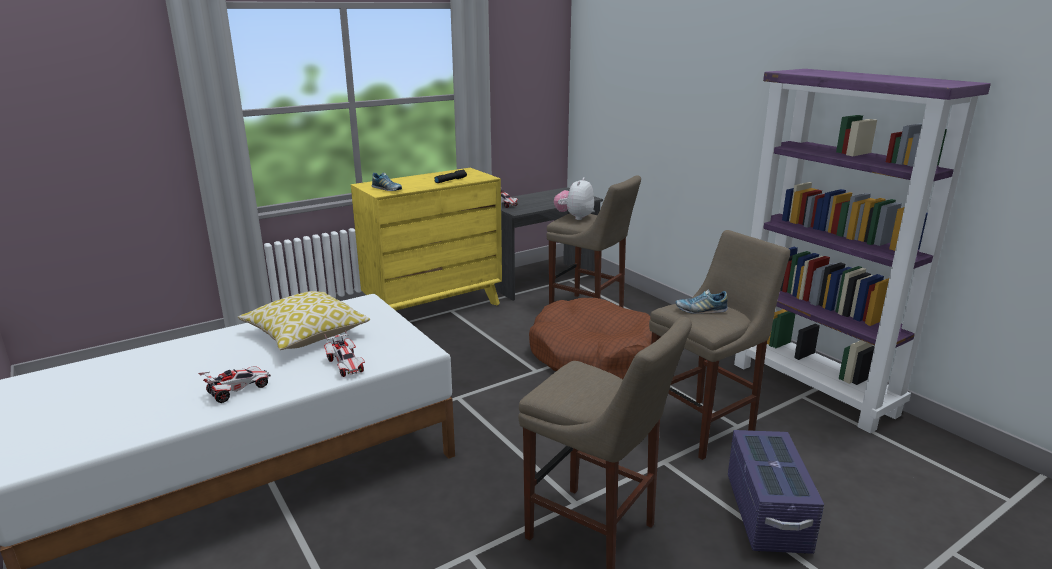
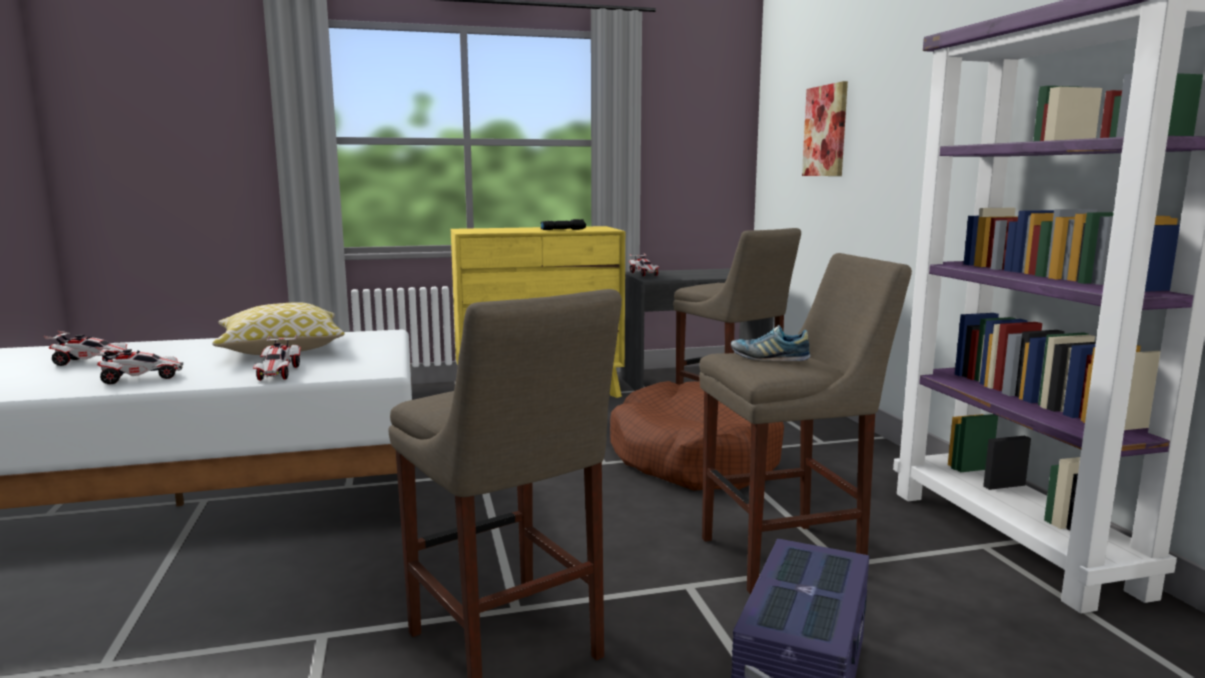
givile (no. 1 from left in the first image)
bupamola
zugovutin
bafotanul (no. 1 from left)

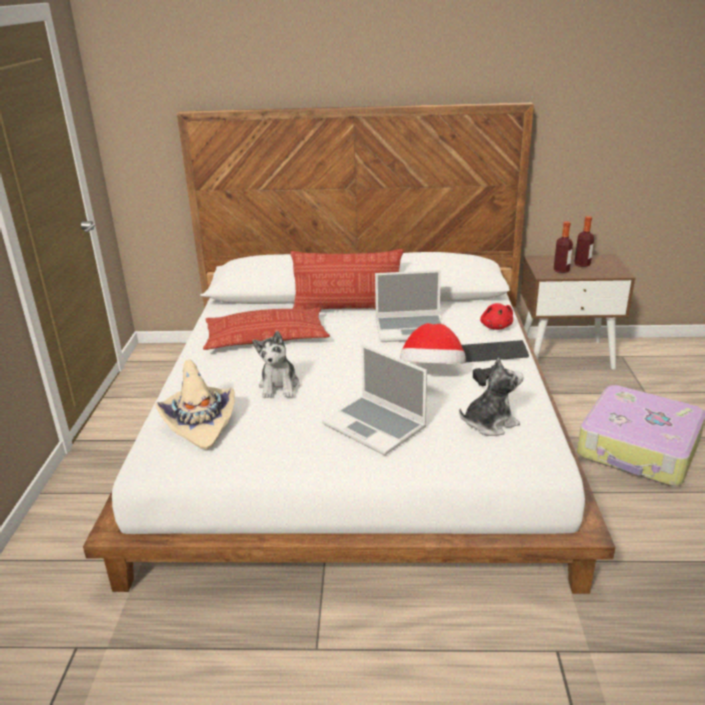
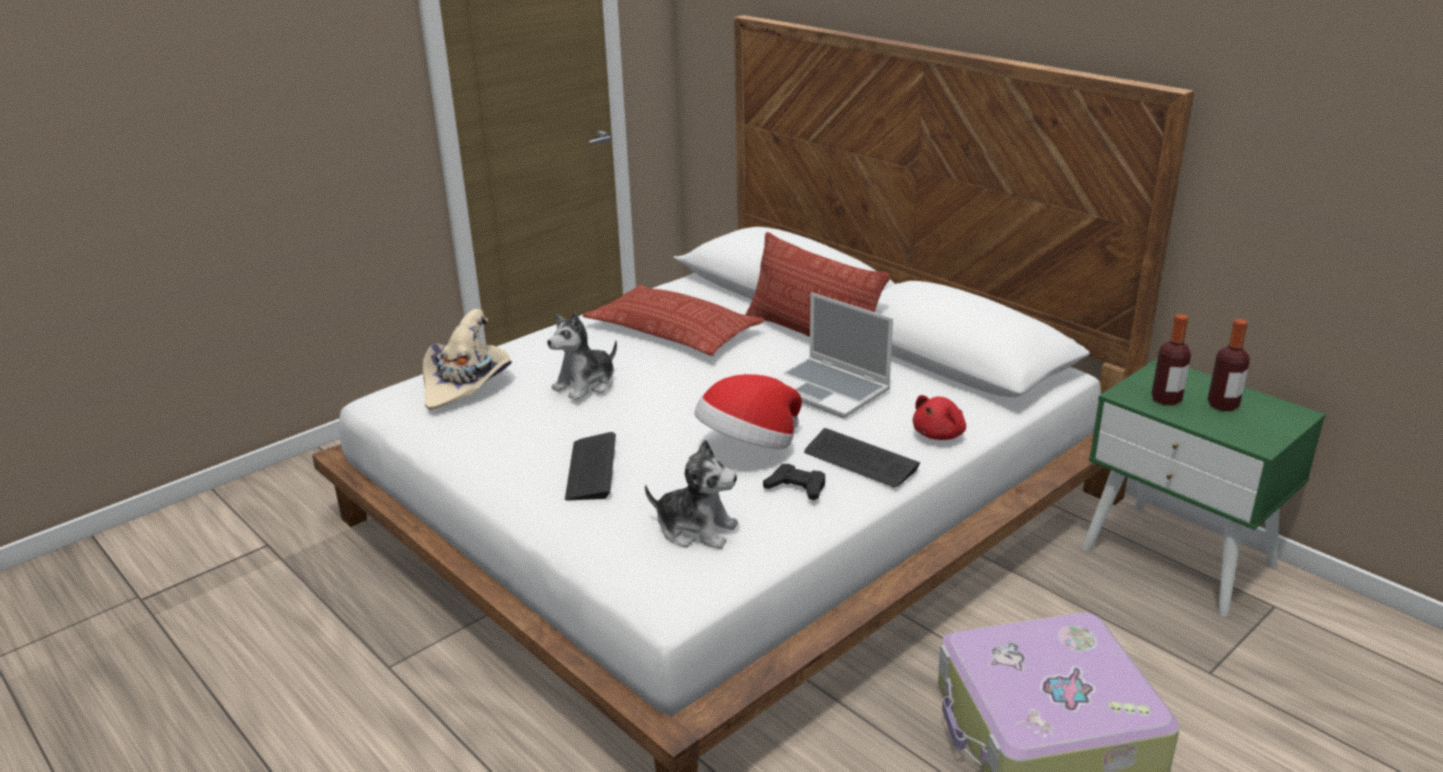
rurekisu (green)
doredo (no. 1 from left)

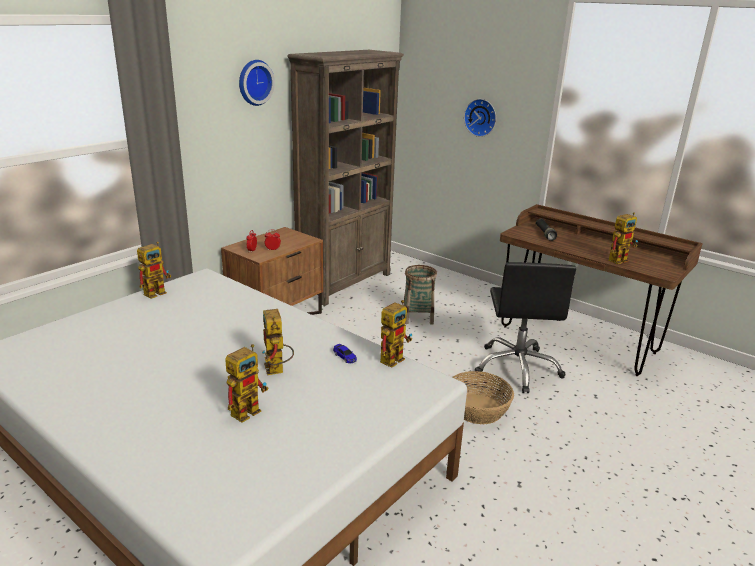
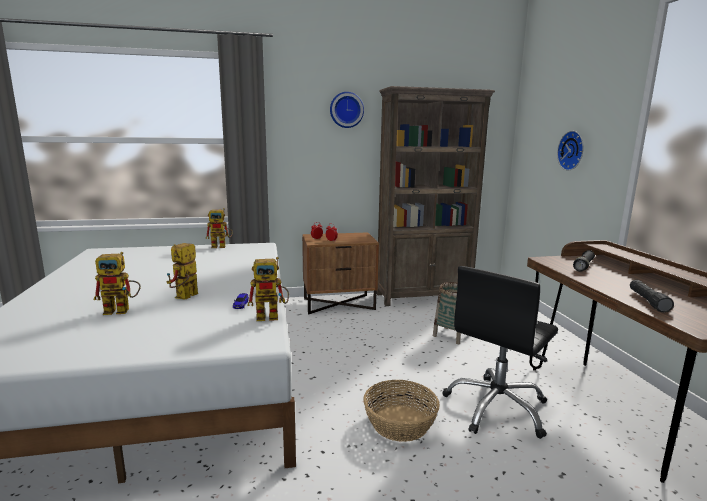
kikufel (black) (no. 2 from left)

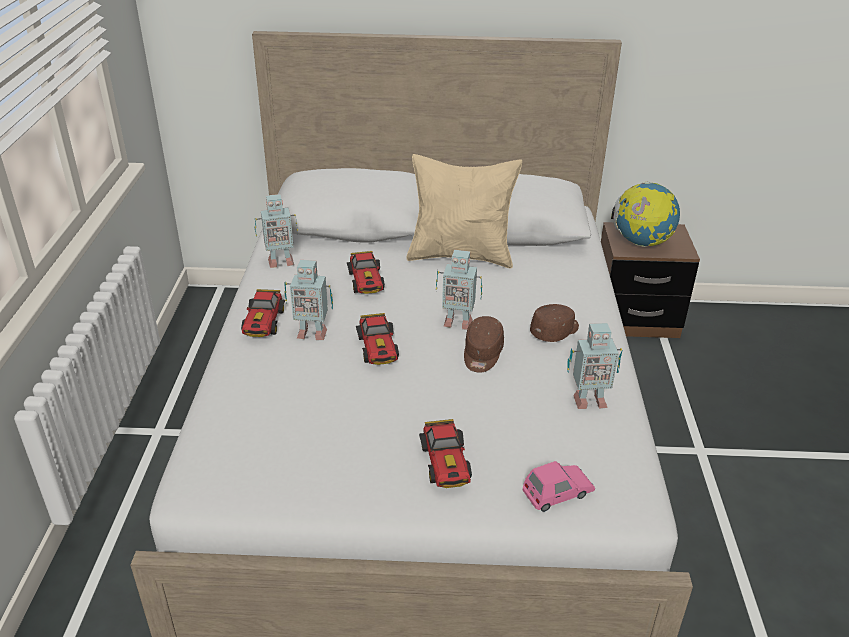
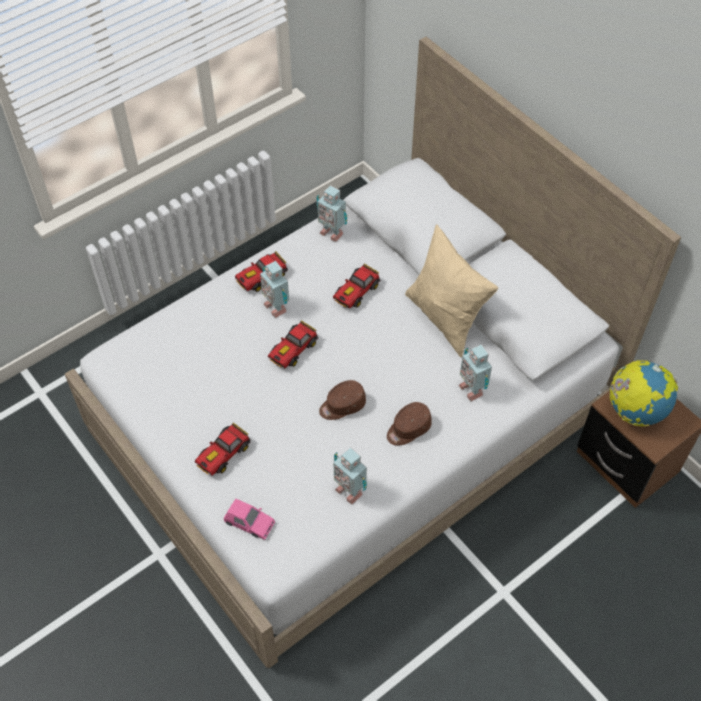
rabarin (no. 4 from left)
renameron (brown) (no. 2 from left)

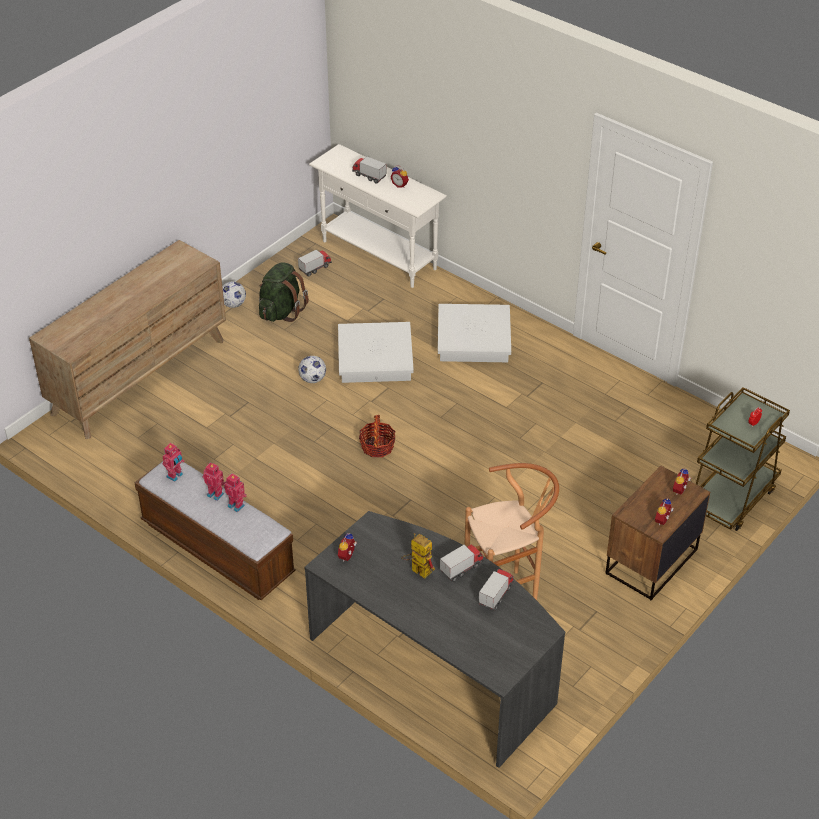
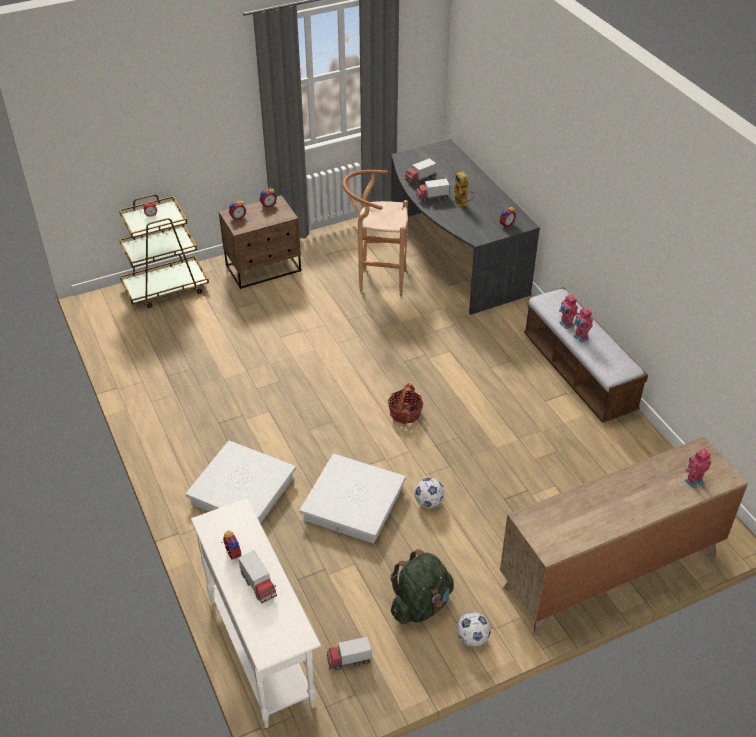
rabarin (no. 4 from left)

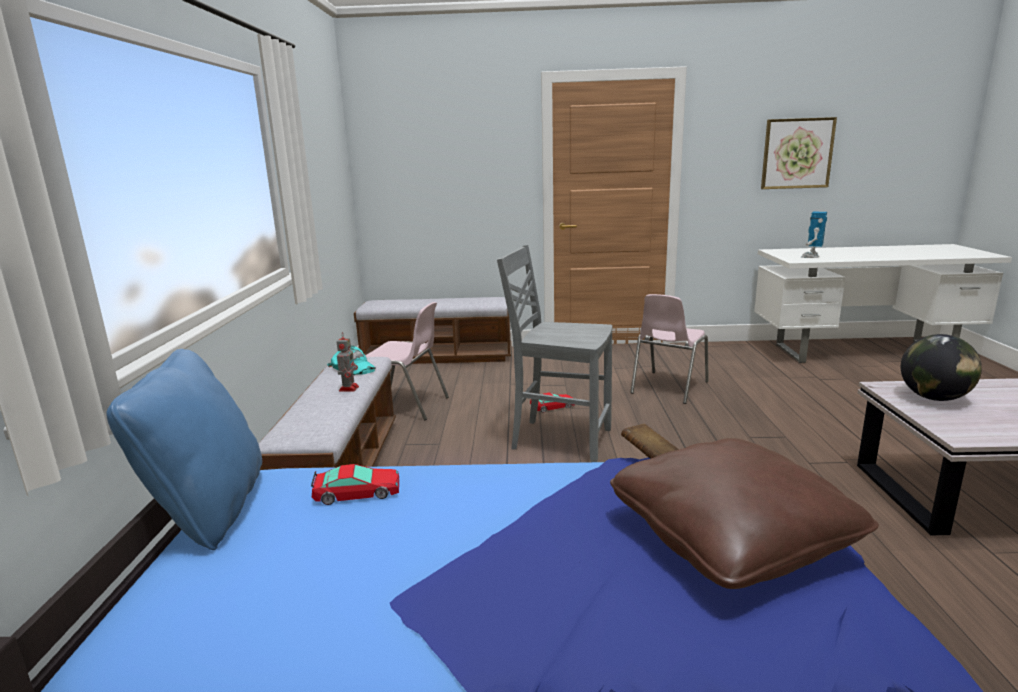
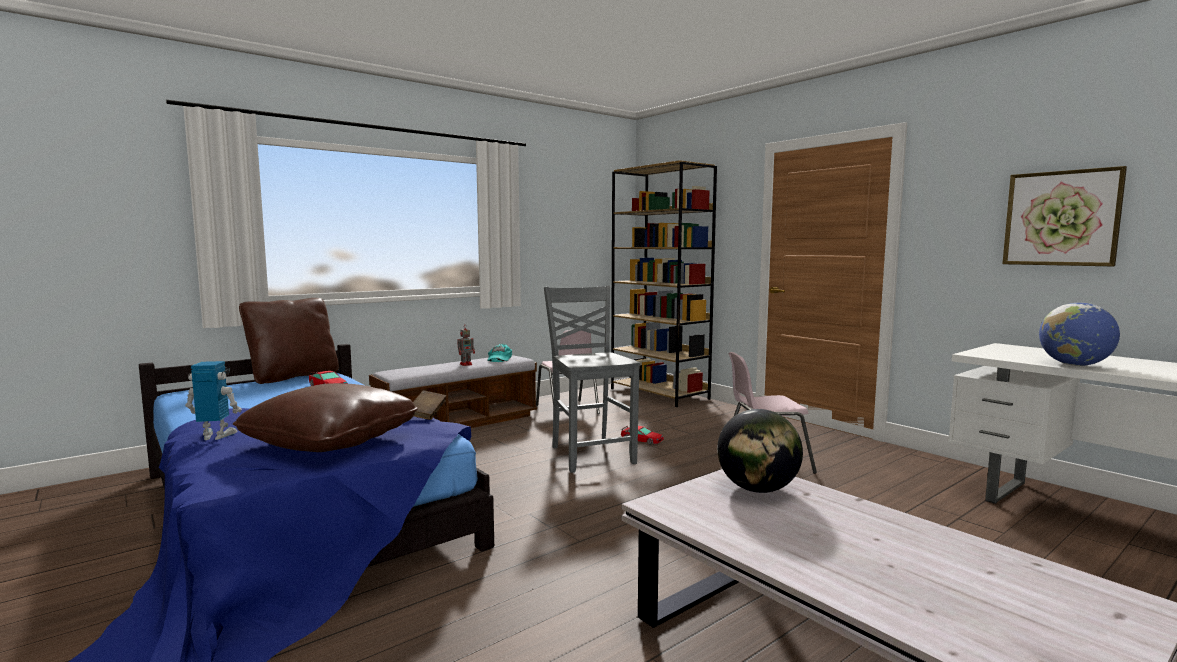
rabarin (no. 1 from left)
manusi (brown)
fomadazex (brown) (no. 1 from left)
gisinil (no. 2 from left)

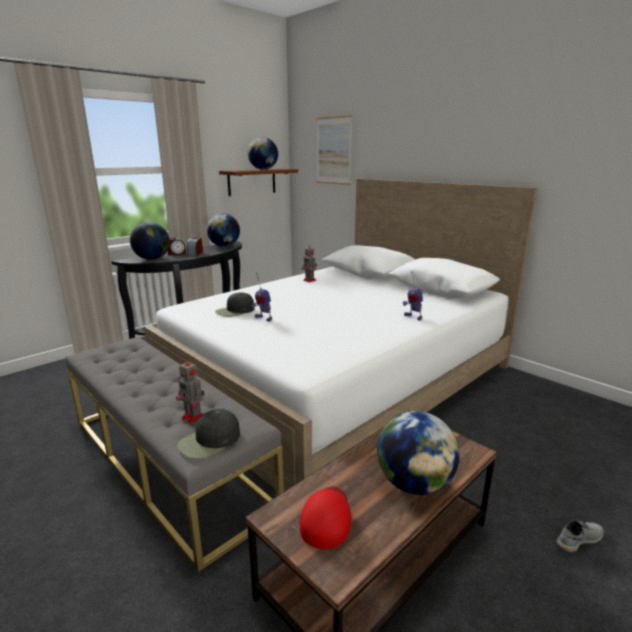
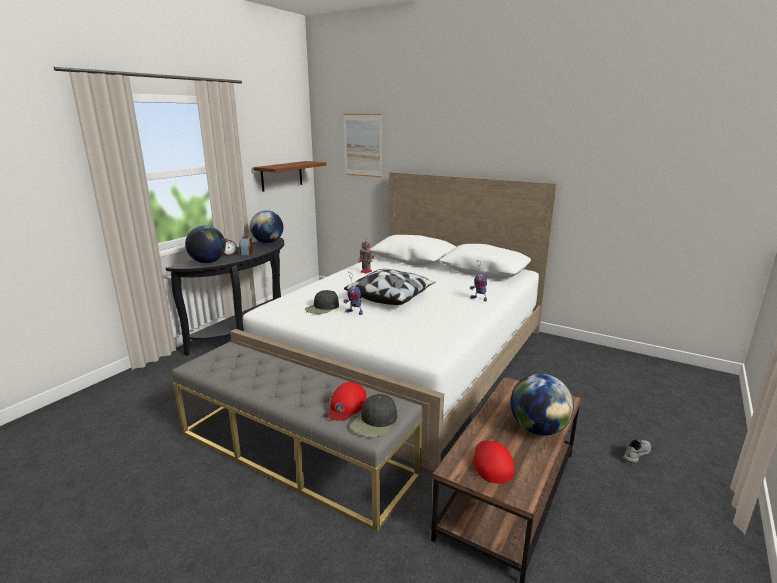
gisinil (no. 3 from left in the first image)
renameron (red) (no. 1 from left)
fomadazex

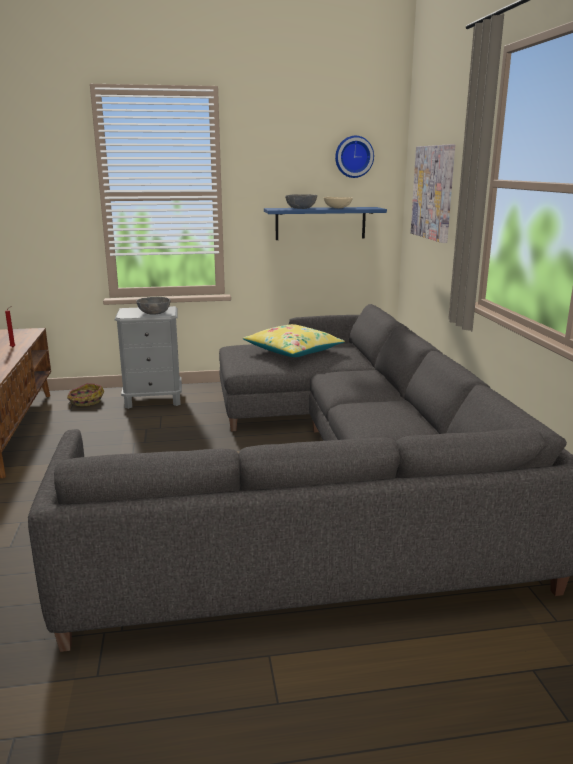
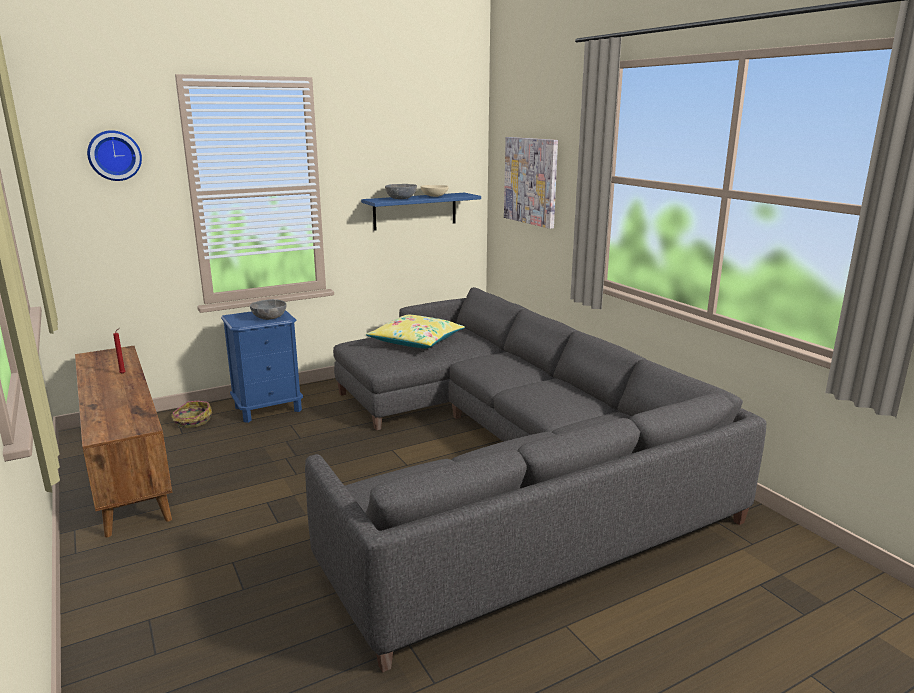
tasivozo
rurekisu (blue)

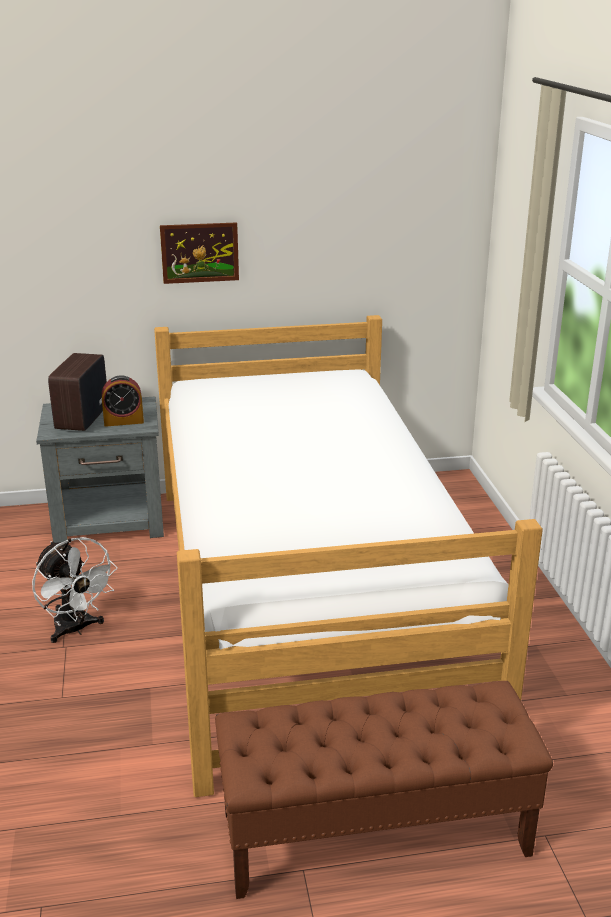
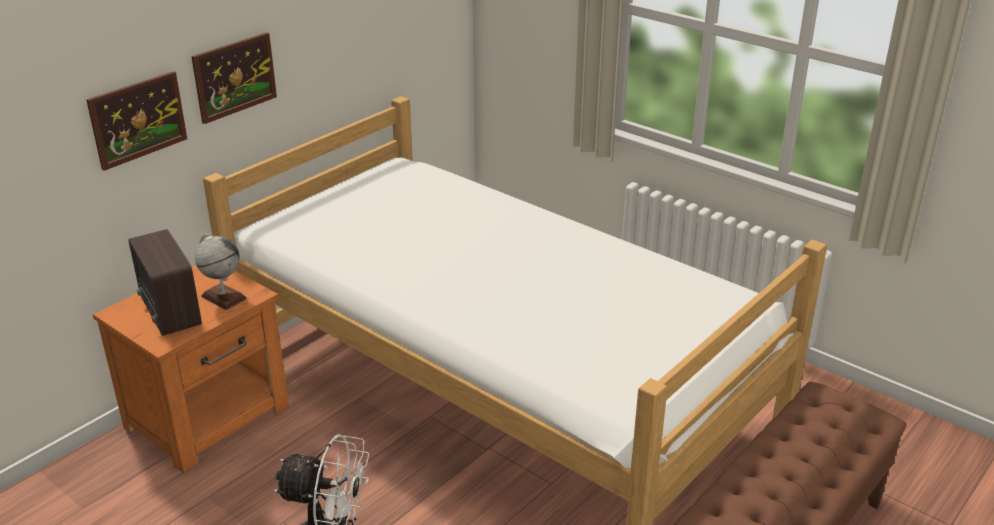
gisinil
rurekisu (orange)
zugovutin (no. 1 from left)

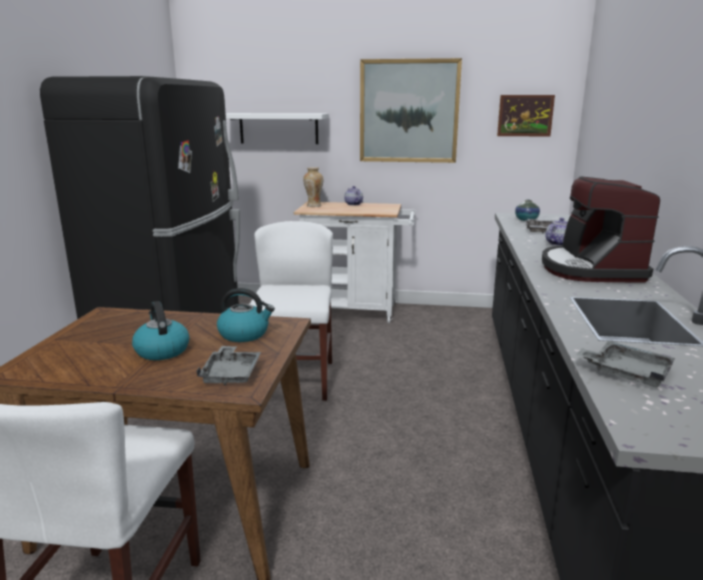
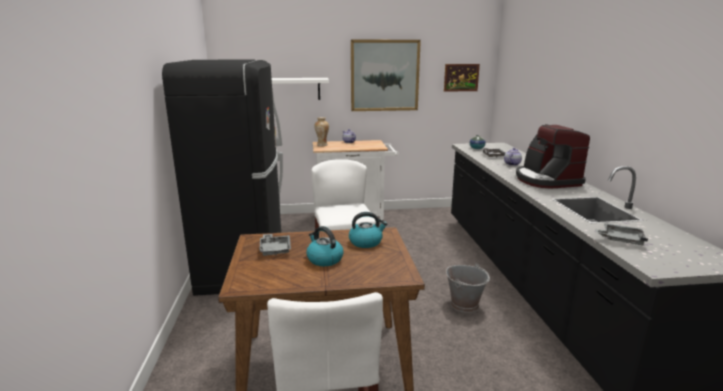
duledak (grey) (no. 1 from left)
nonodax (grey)

